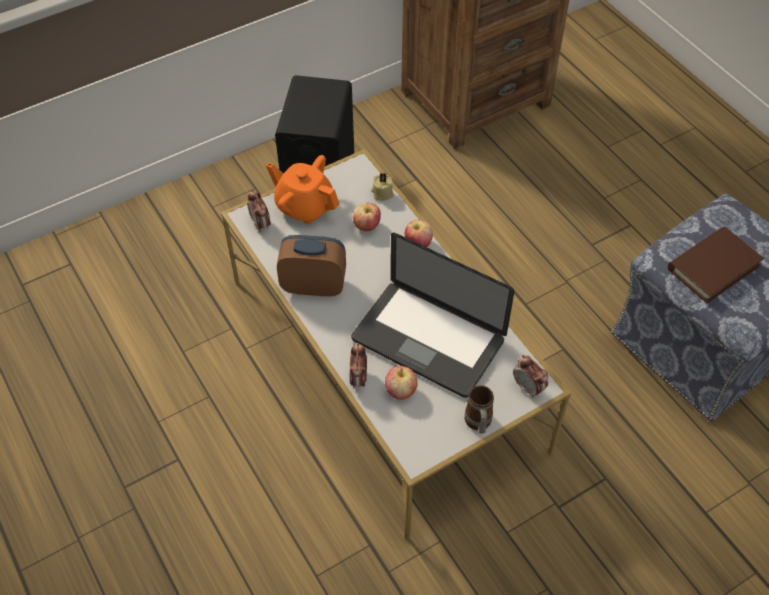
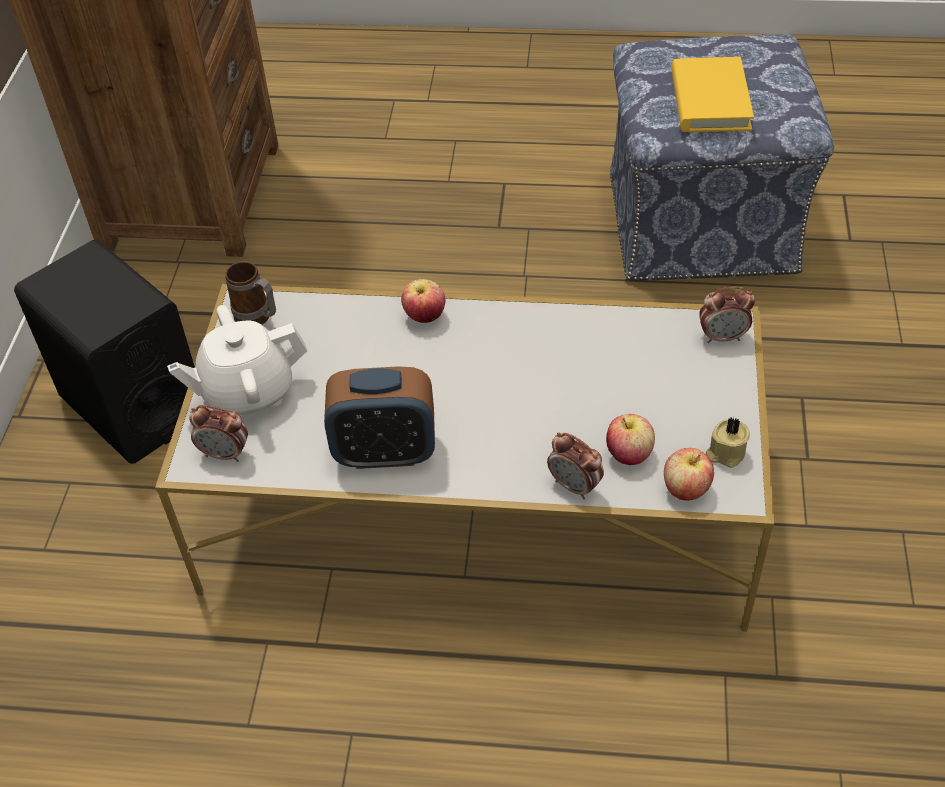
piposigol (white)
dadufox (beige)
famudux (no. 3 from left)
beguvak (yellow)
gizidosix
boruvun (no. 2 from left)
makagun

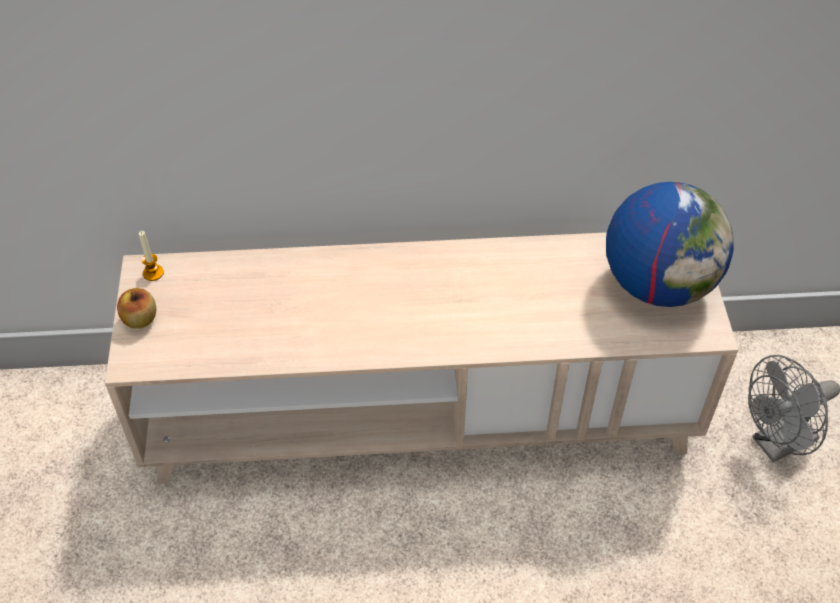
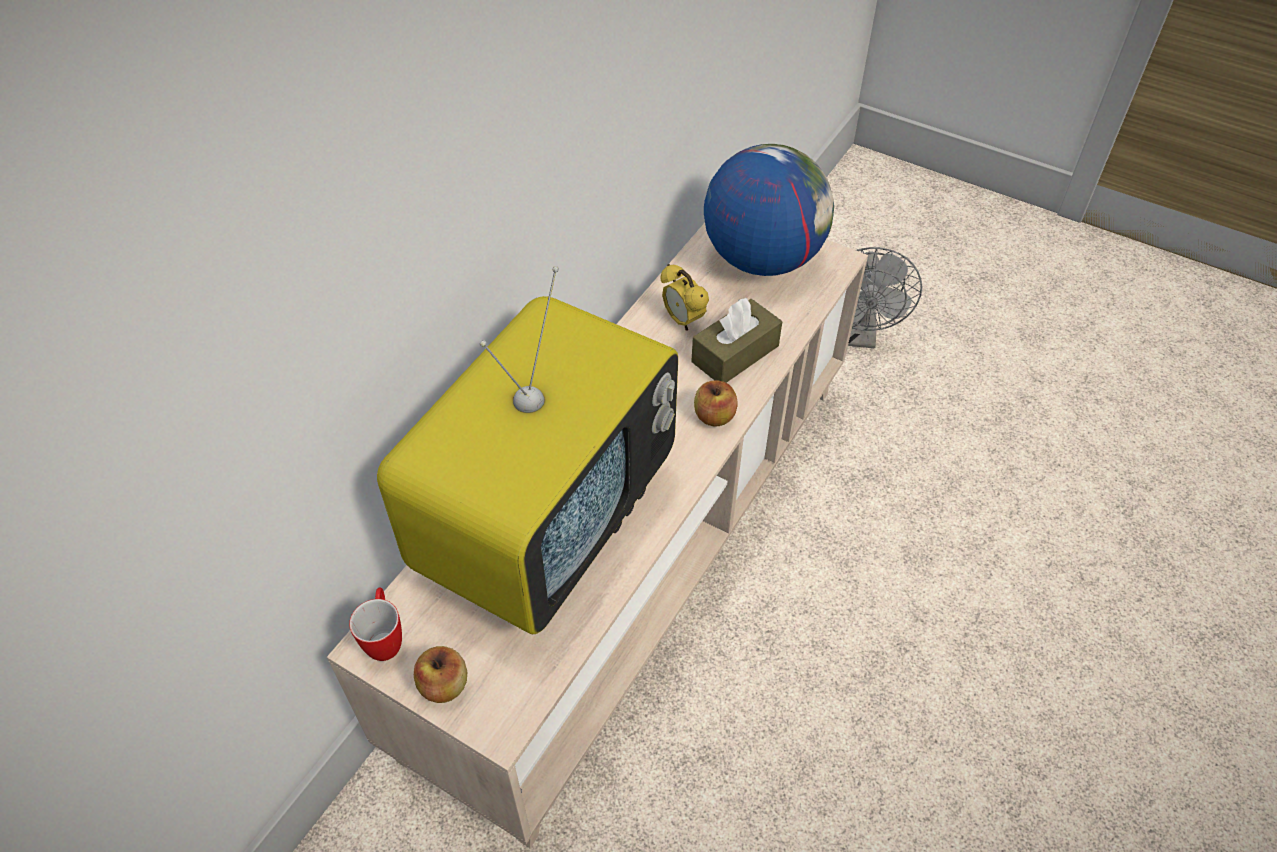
makagun
boruvun
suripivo
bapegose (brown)
famudux (no. 2 from left)

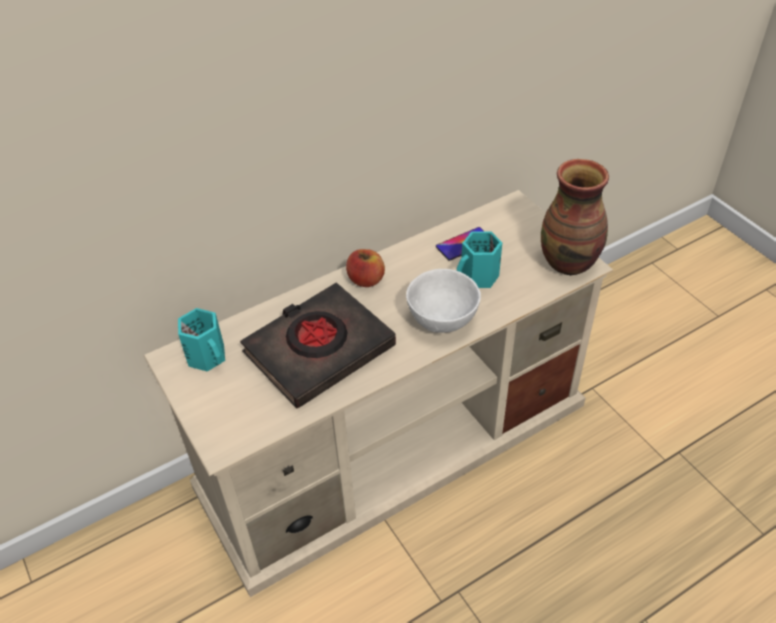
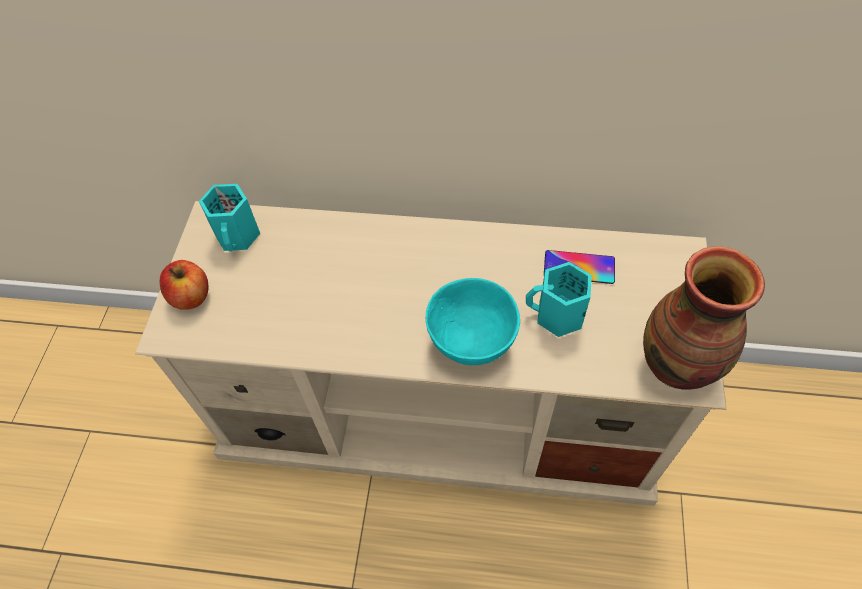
famudux
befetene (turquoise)
beguvak (black)

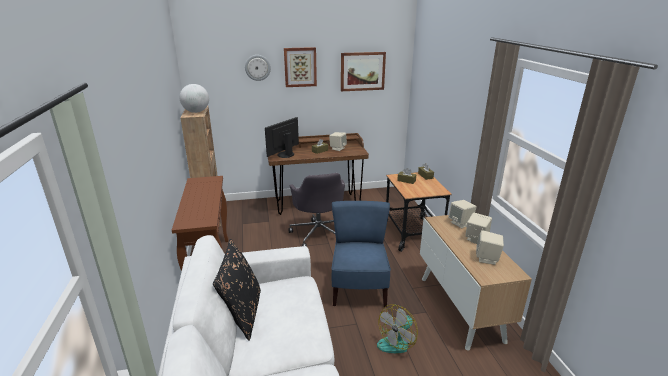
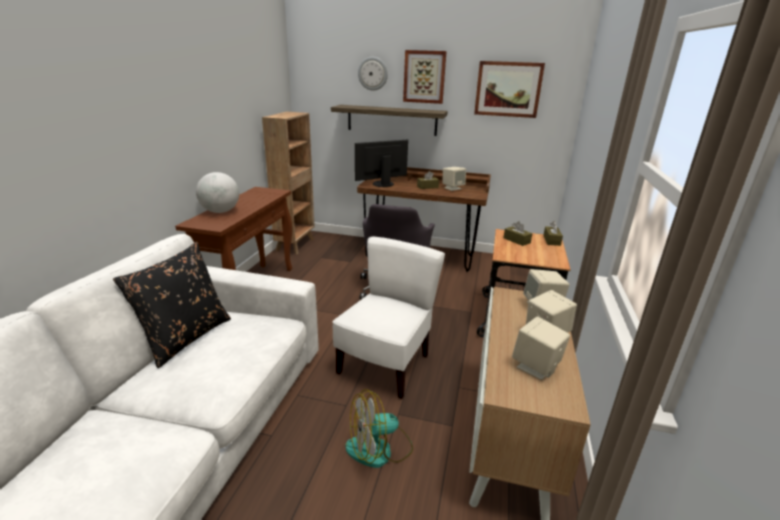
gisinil
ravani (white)
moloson

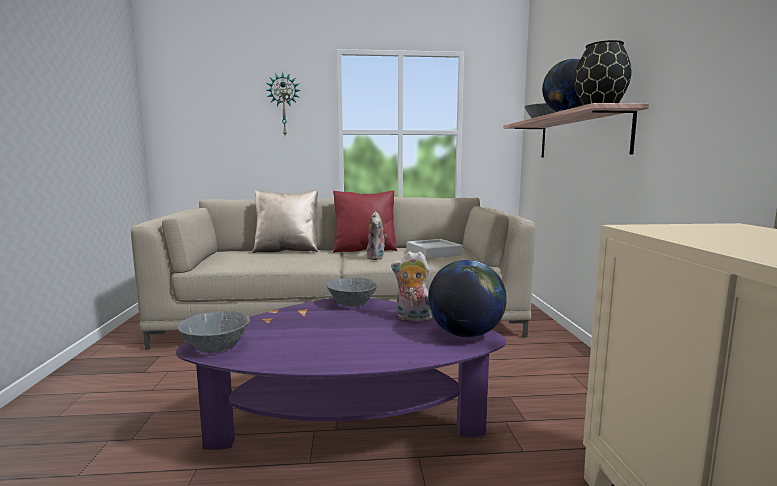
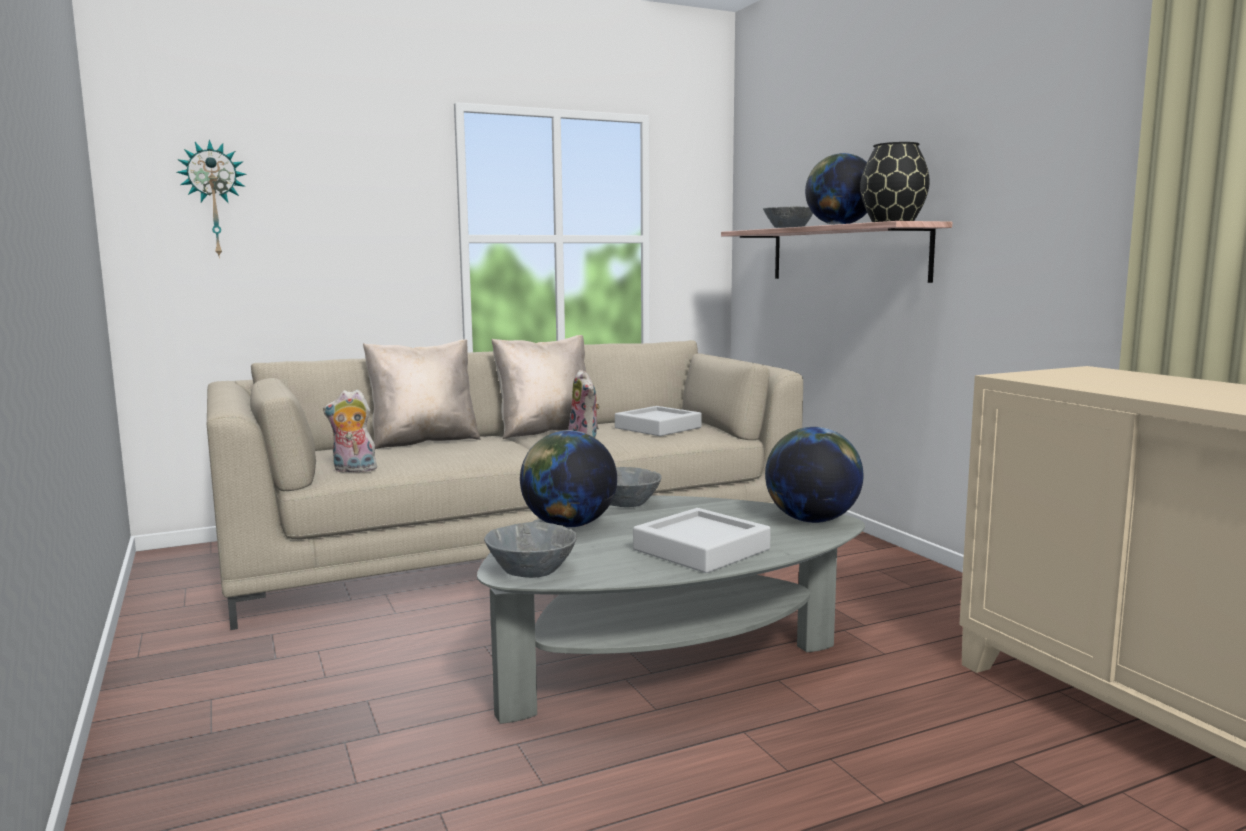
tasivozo
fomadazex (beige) (no. 2 from left)
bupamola (no. 1 from left)
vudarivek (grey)
gisinil (no. 1 from left)
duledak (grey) (no. 2 from left)

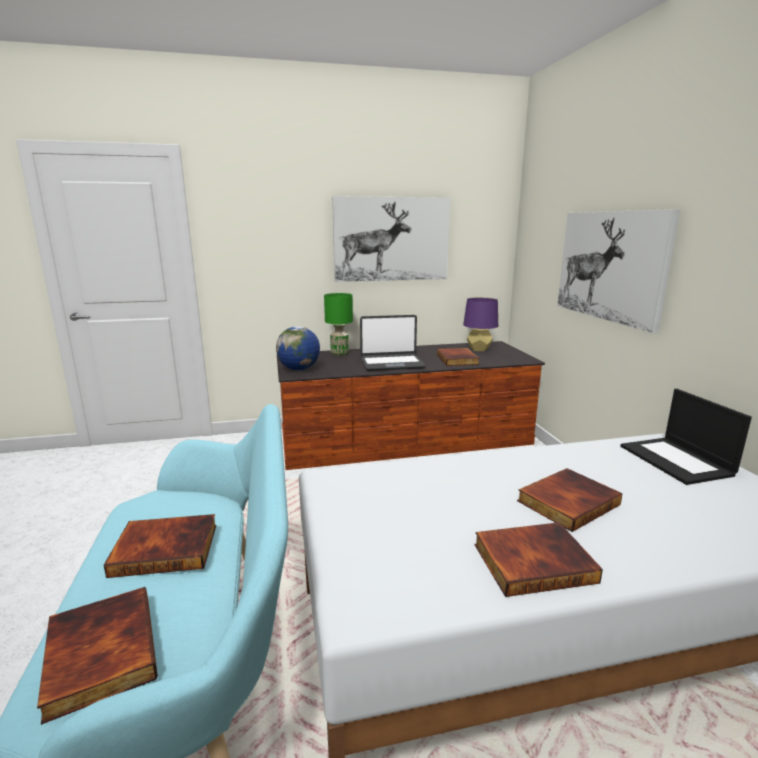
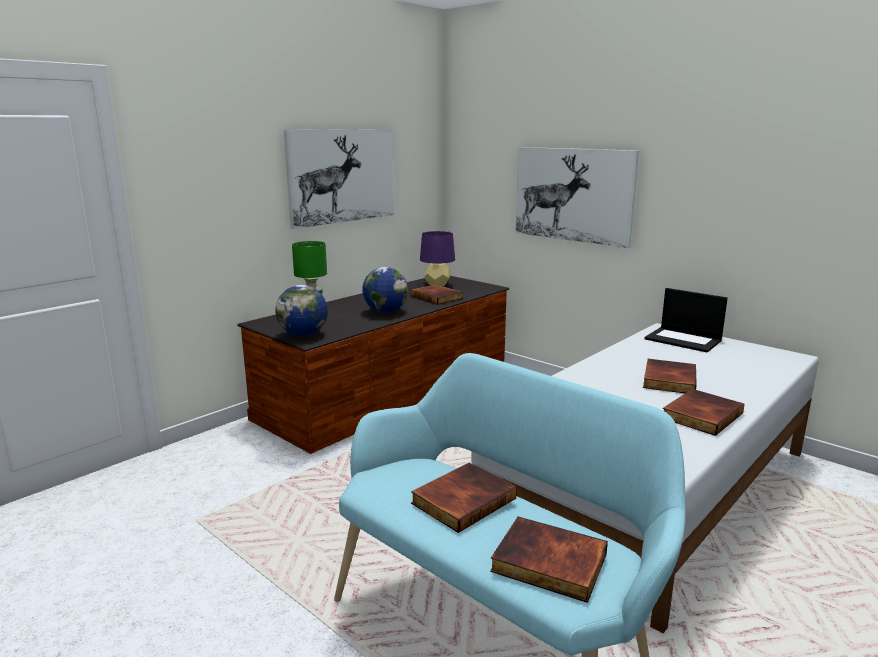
gisinil (no. 2 from left)

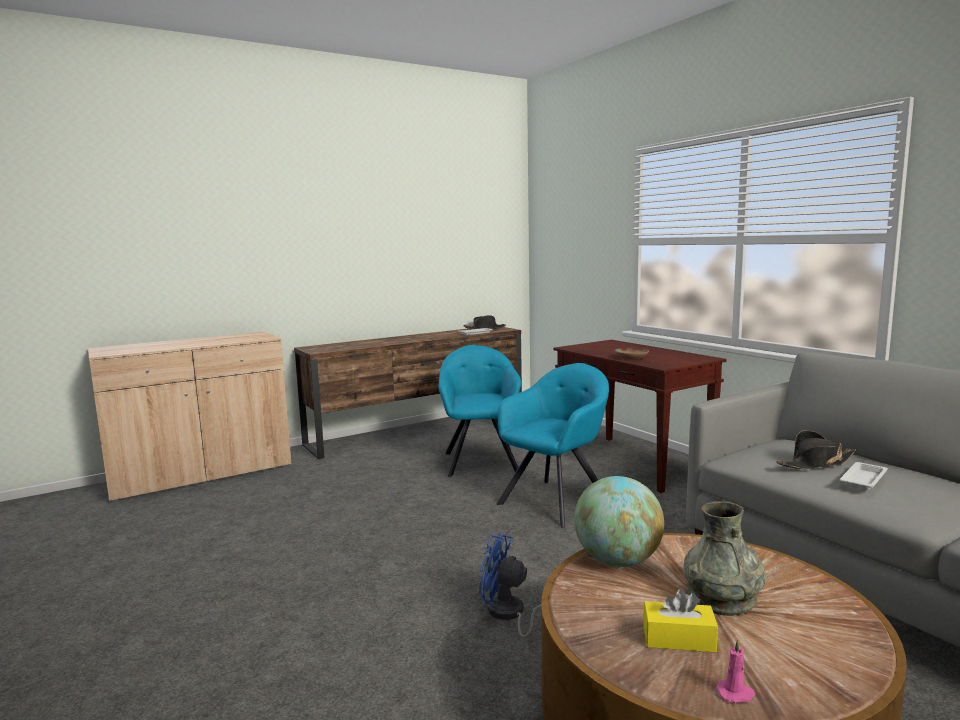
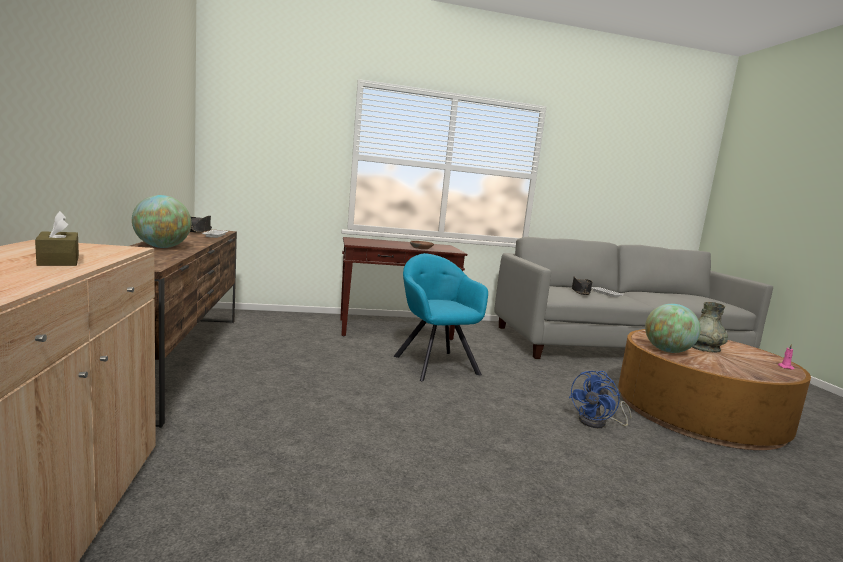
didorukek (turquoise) (no. 1 from left in the first image)
bapegose (yellow)
gisinil (no. 1 from left)
bapegose (brown)

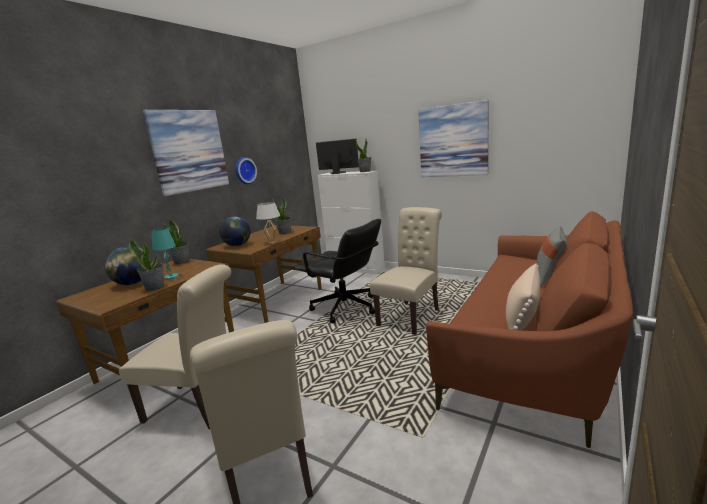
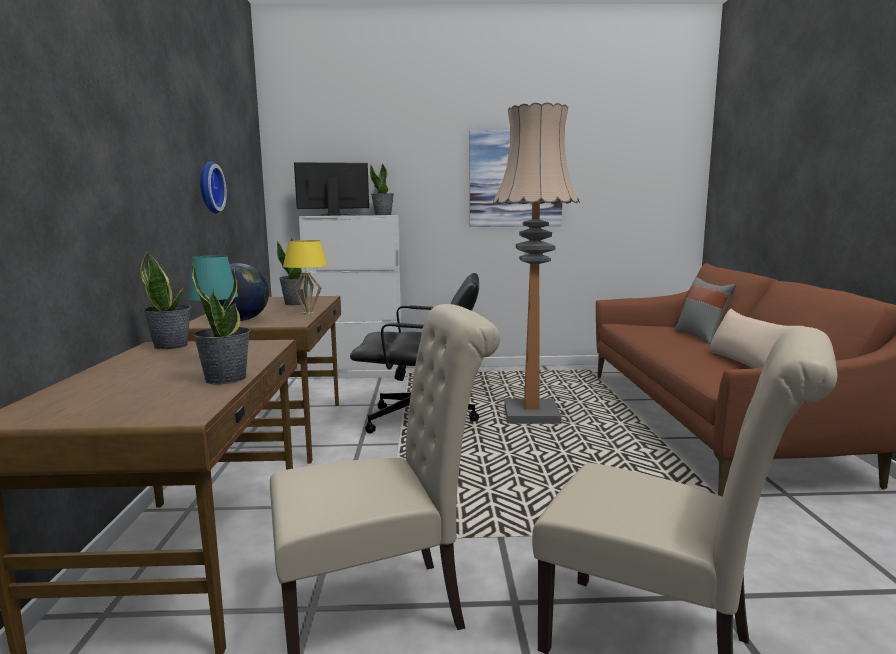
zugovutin (no. 1 from left in the first image)
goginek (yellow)
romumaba
gisinil (no. 1 from left in the first image)

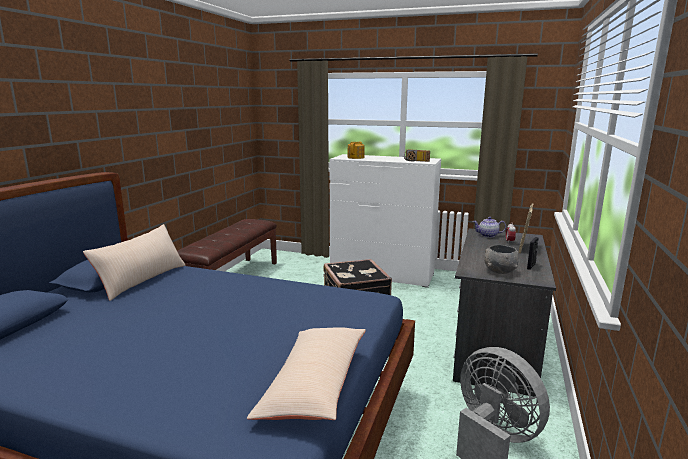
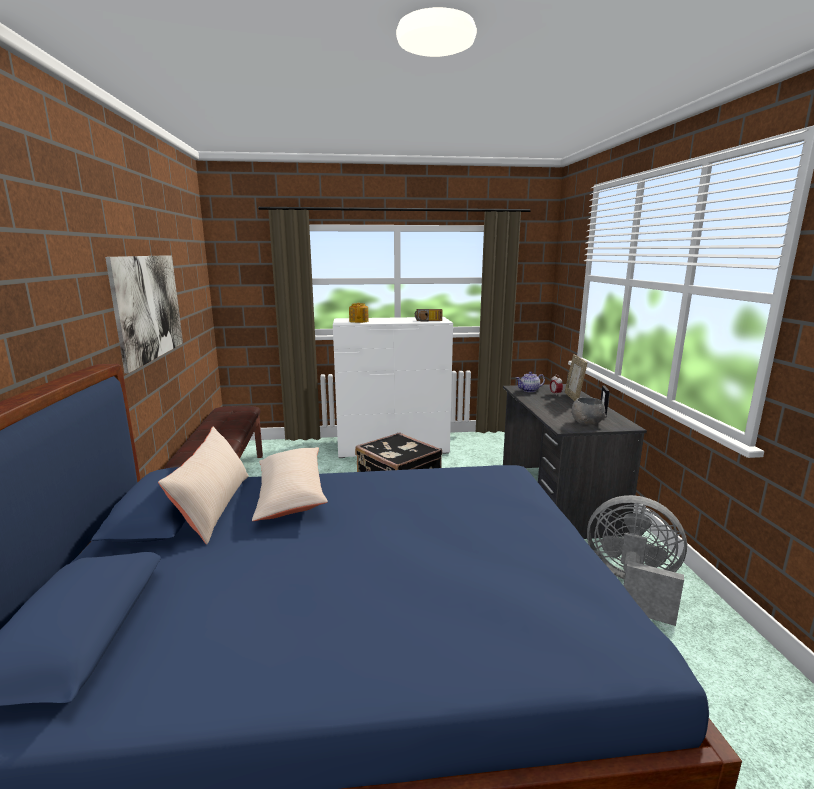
fomadazex (beige) (no. 2 from left)
zugovutin

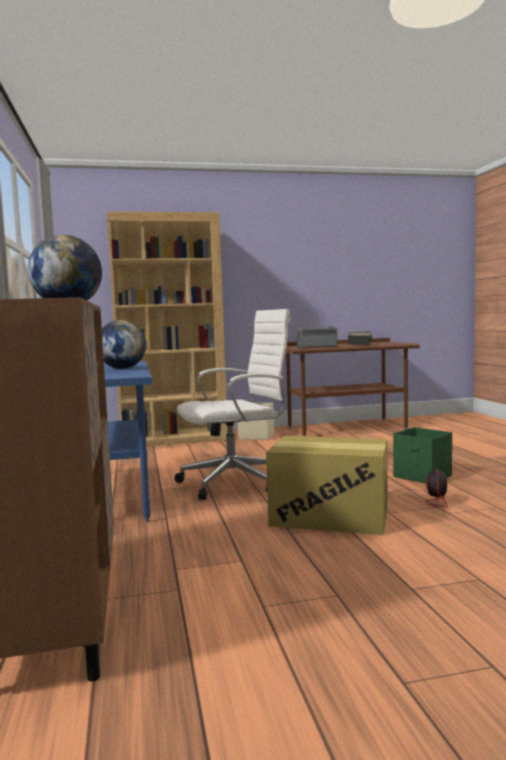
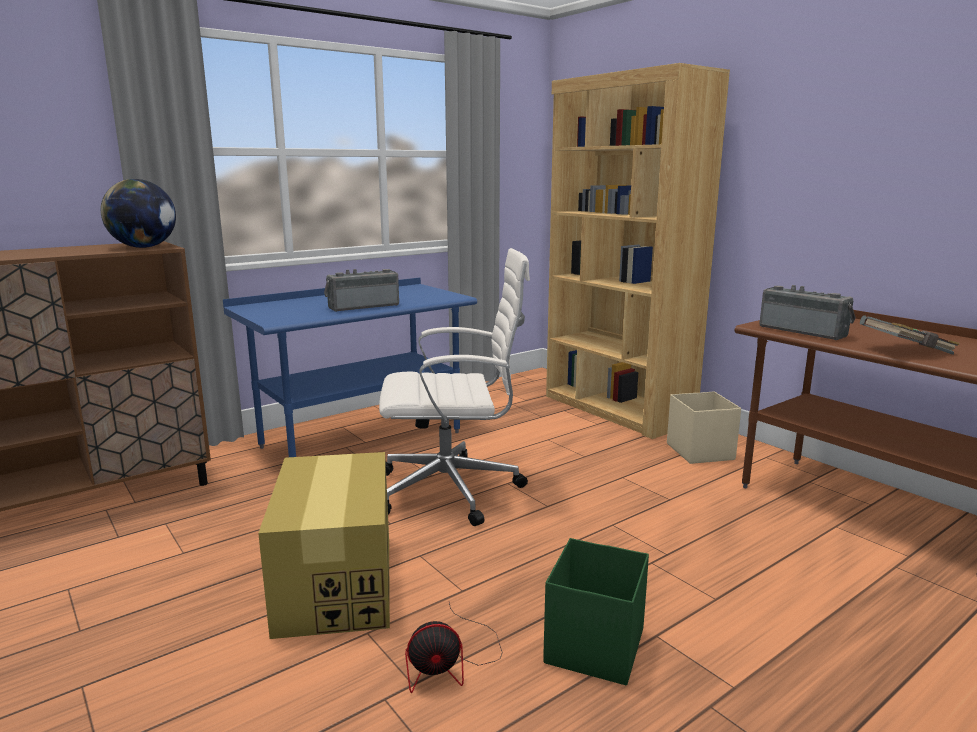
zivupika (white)
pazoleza (no. 1 from left)

